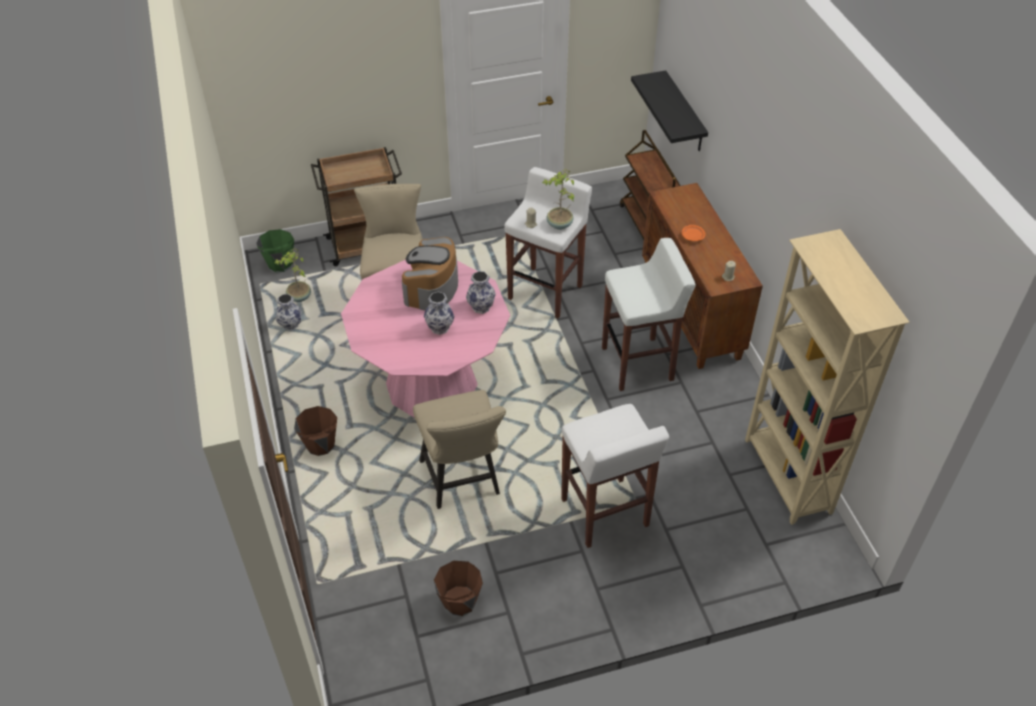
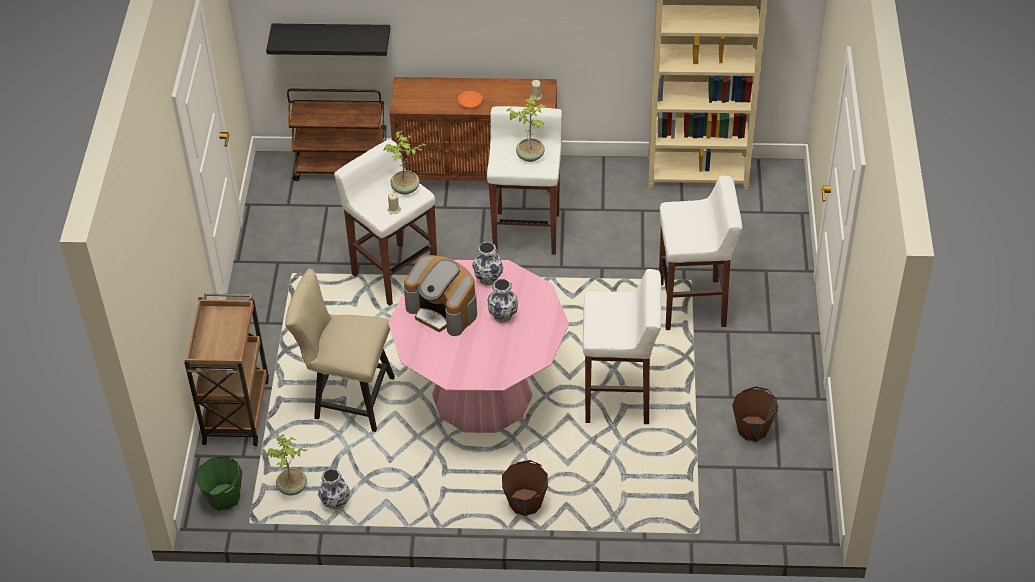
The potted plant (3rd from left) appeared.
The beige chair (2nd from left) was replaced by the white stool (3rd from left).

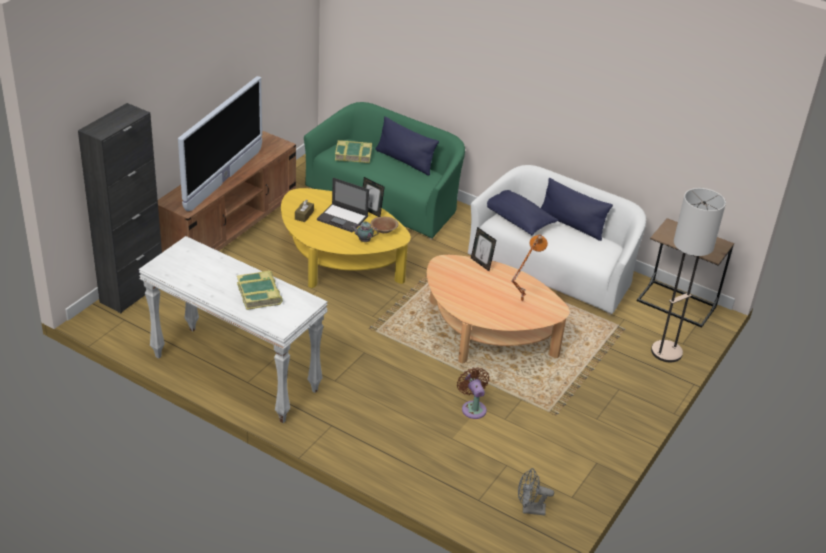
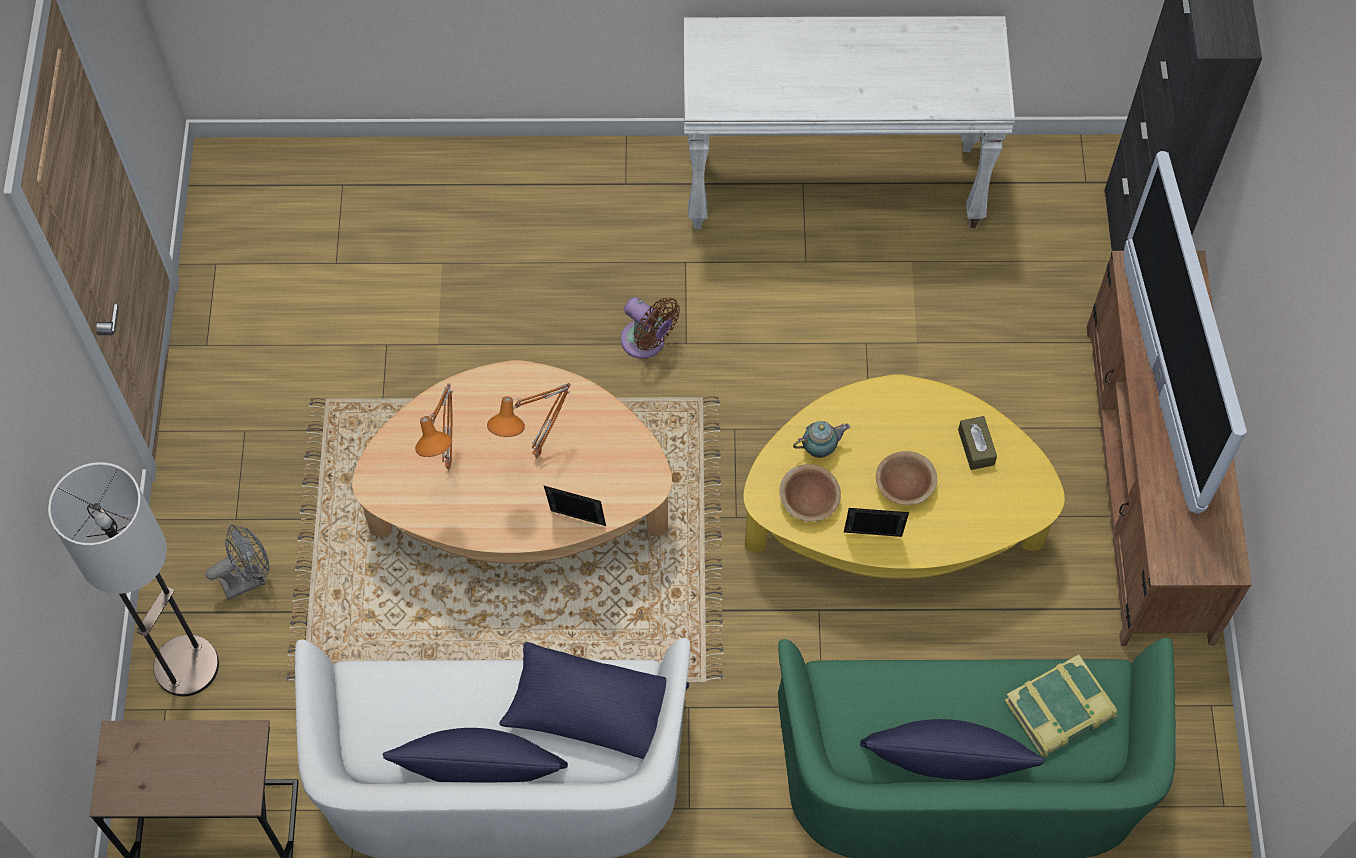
The book (1st from left) disappeared.
The orange table lamp (2nd from left) appeared.
The brown fan moved.
The grey fan moved.
The laptop was replaced by the brown bowl (2nd from left).

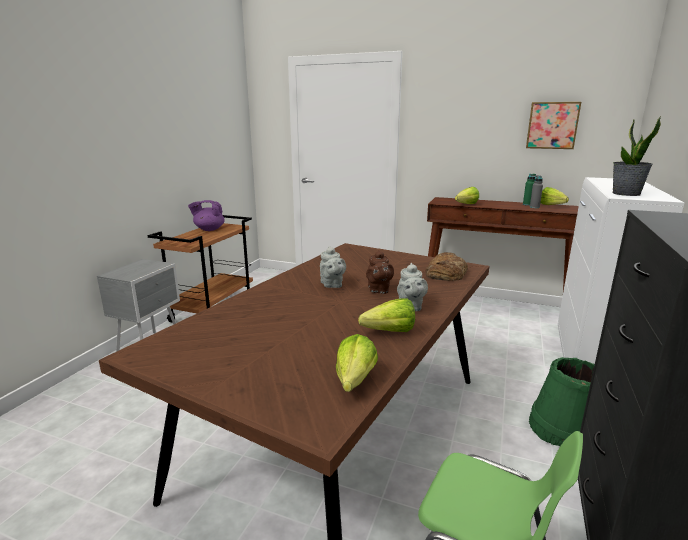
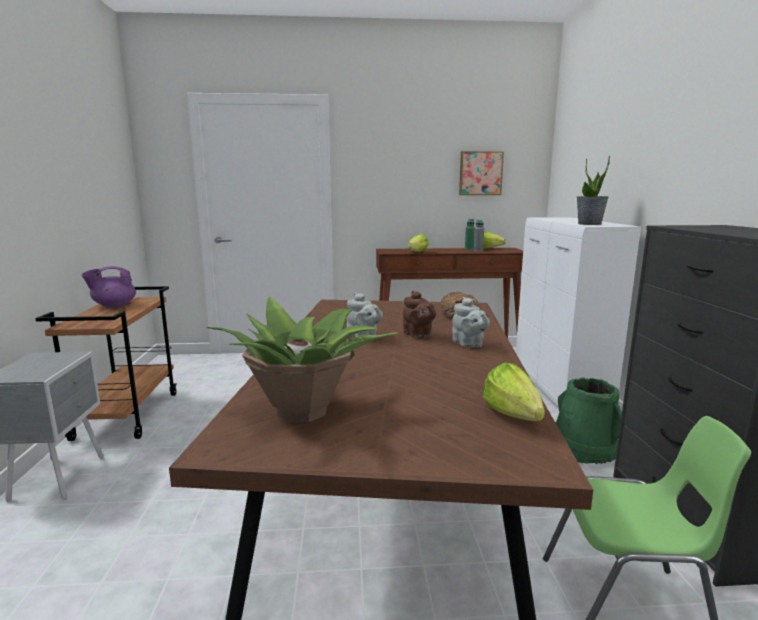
The lettuce (2nd from left) disappeared.
The potted plant (1st from left) appeared.

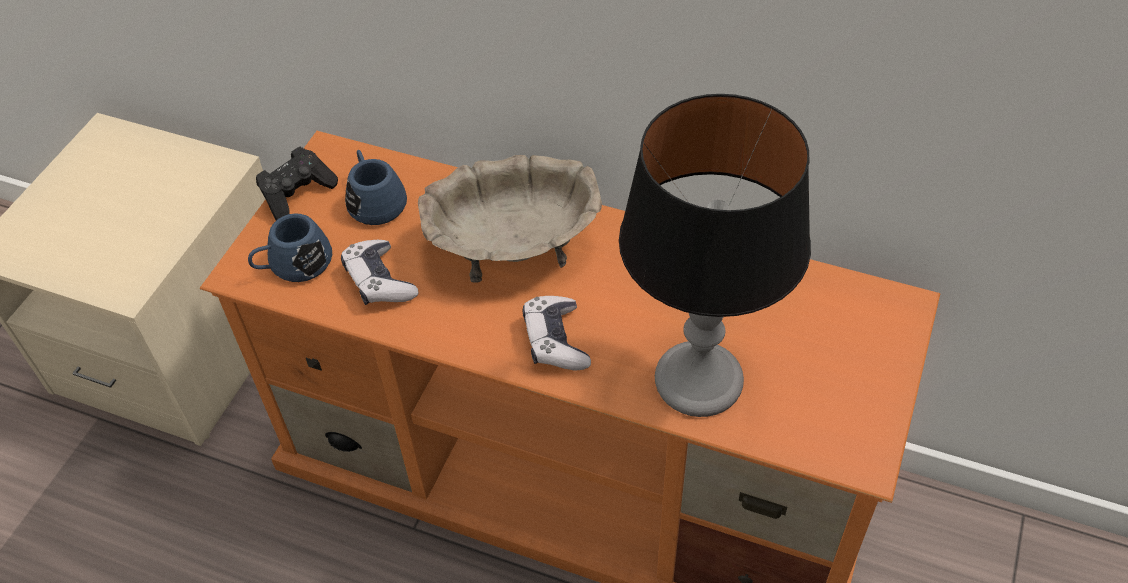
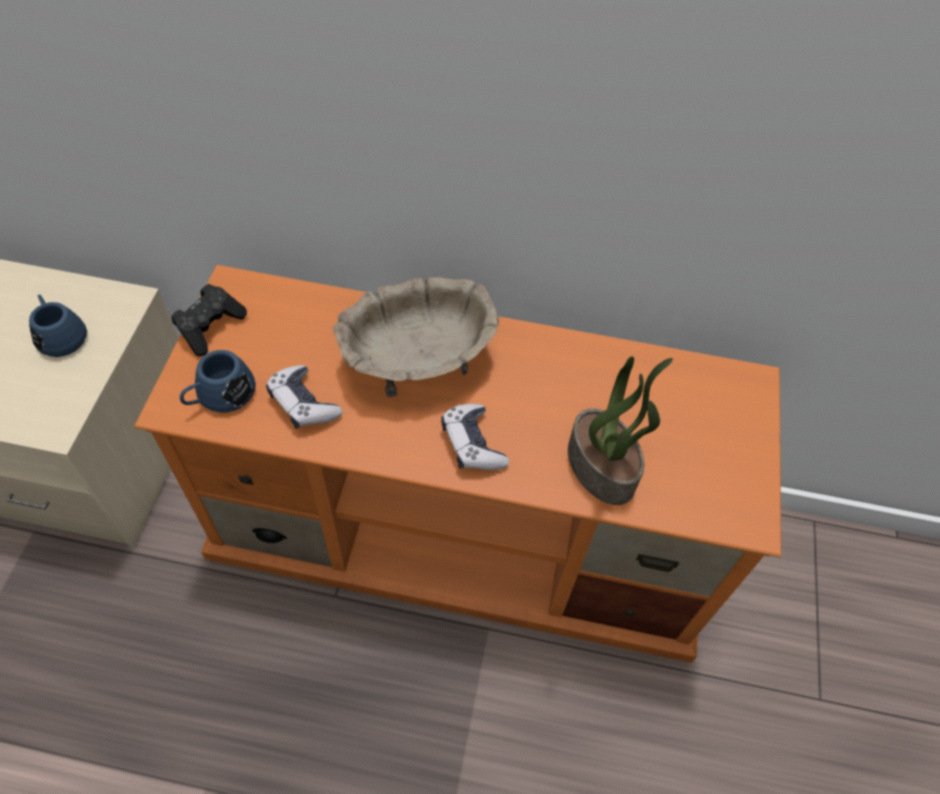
The blue mug (2nd from left in the first image) moved.
The table lamp was replaced by the potted plant.

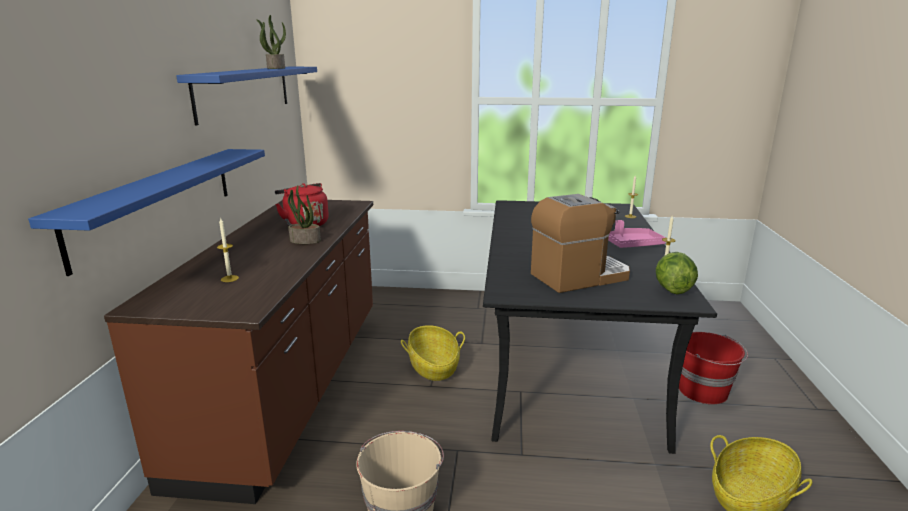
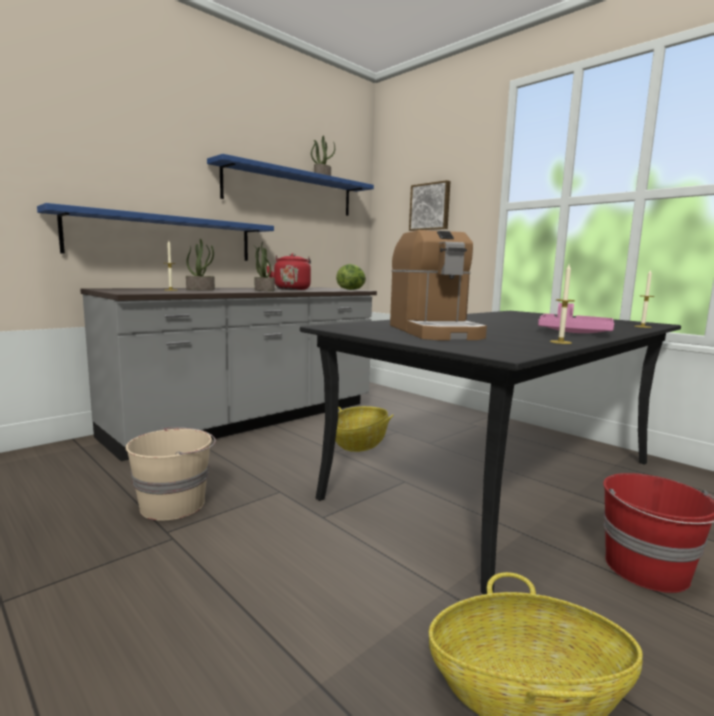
The potted plant (1st from left) appeared.
The picture appeared.
The lettuce moved.
The brown counter became the grey counter.
The coffee machine turned 60 degrees clockwise.

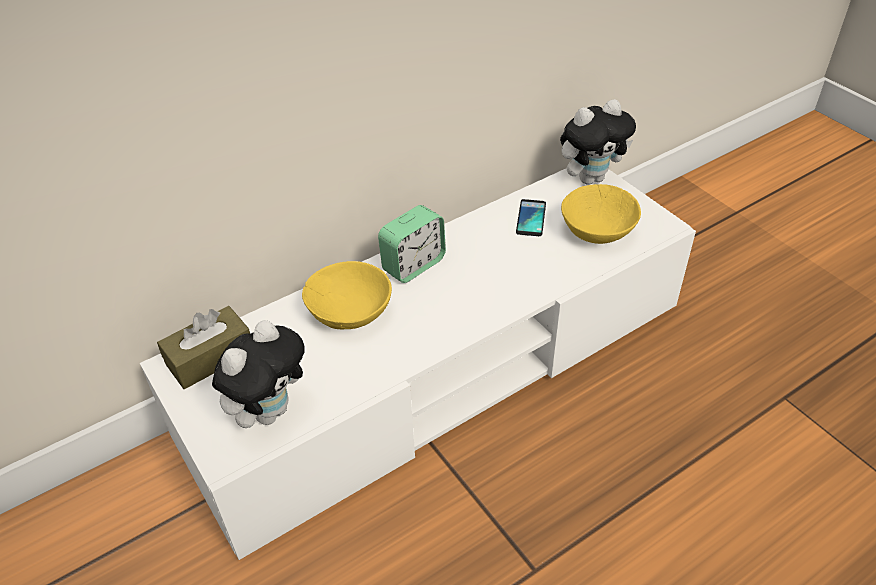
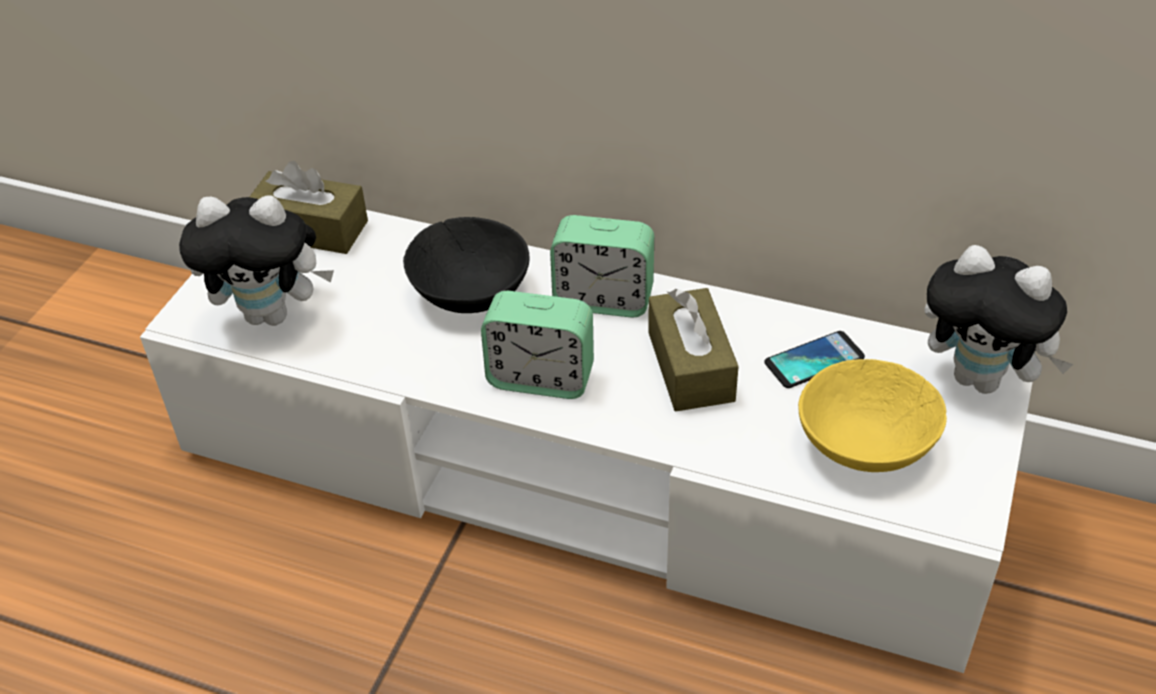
The alarm clock (1st from left) appeared.
The brown tissue box (2nd from left) appeared.
The yellow bowl (1st from left) became the black bowl.

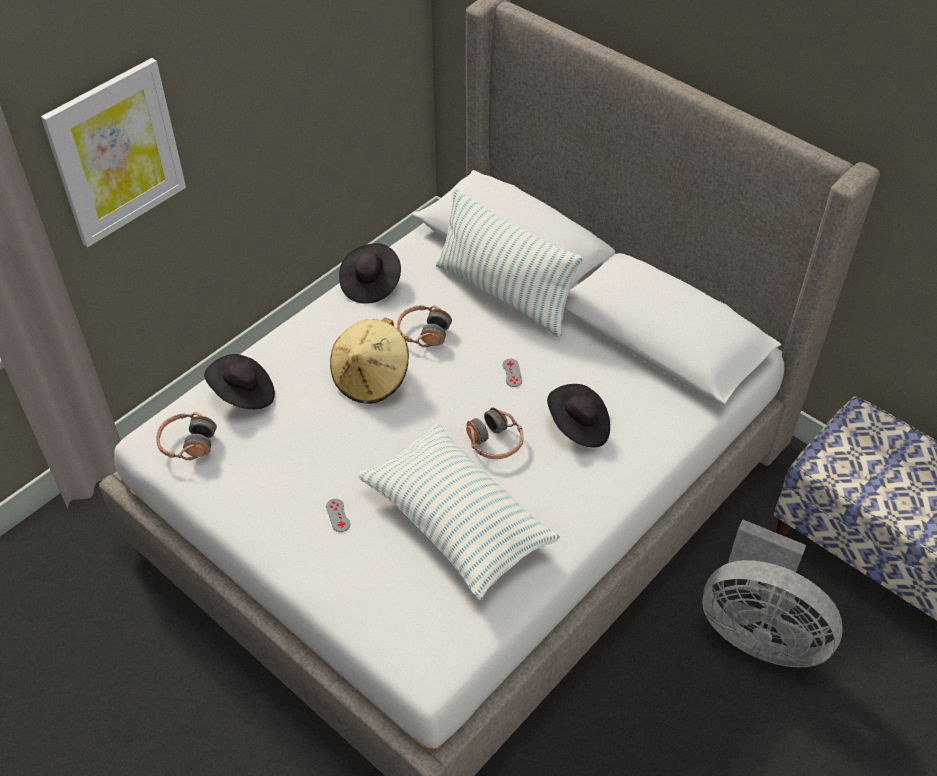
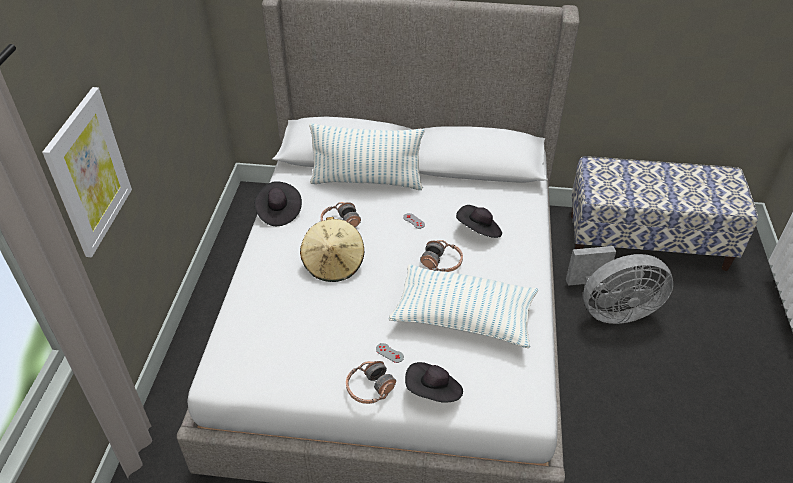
The headphones (1st from left in the first image) moved.
The black hat (1st from left in the first image) moved.

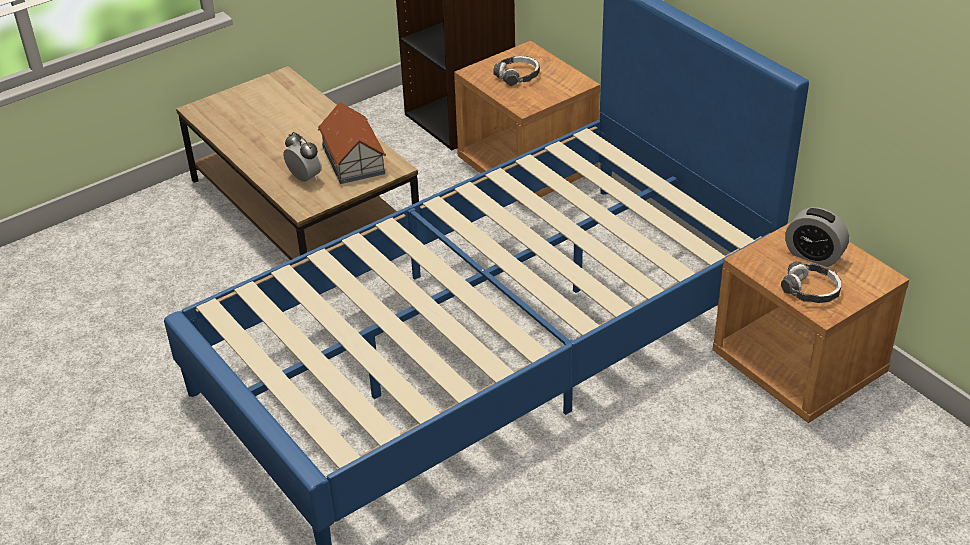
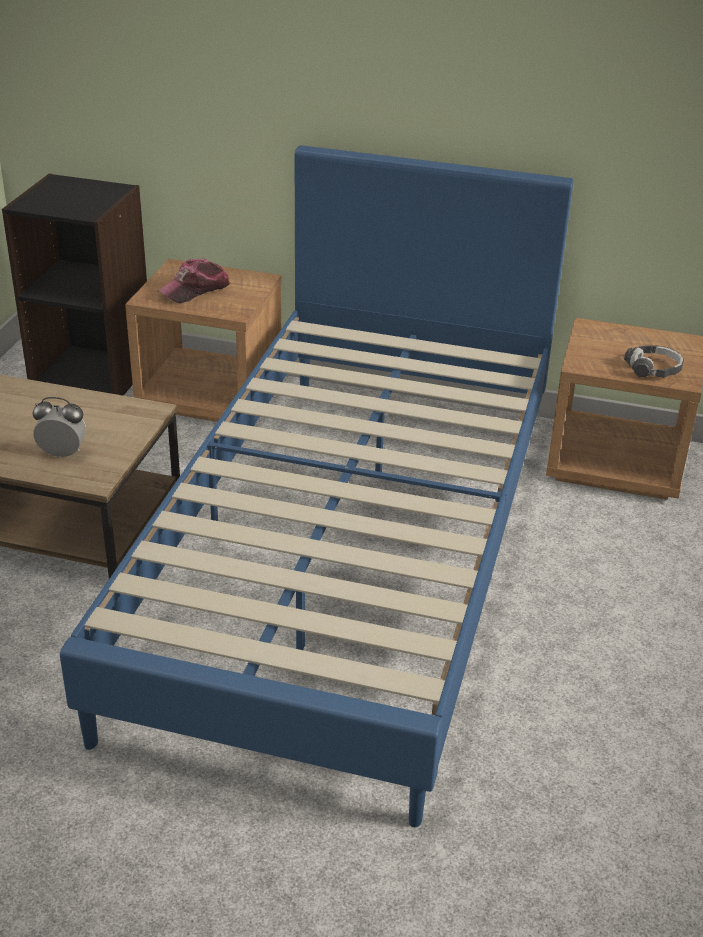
The toy house disappeared.
The alarm clock (2nd from left) disappeared.
The headphones (1st from left) was replaced by the cap.

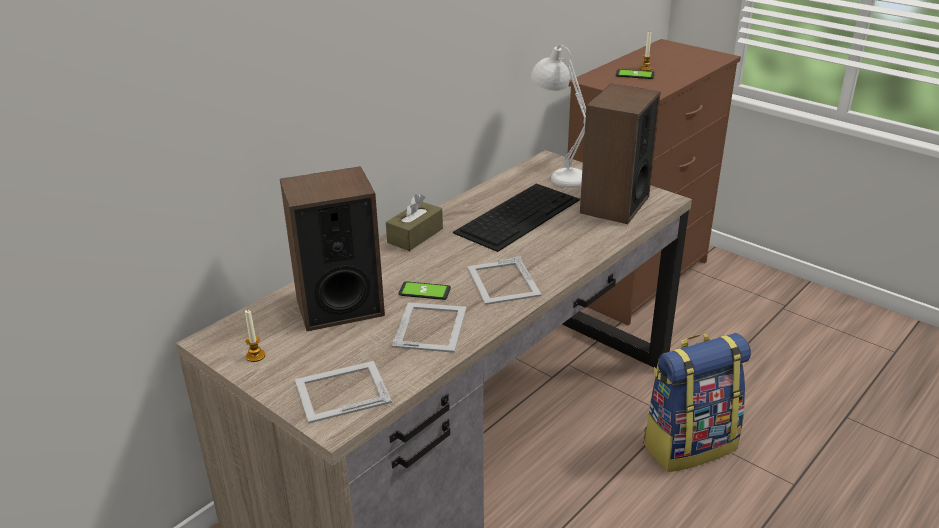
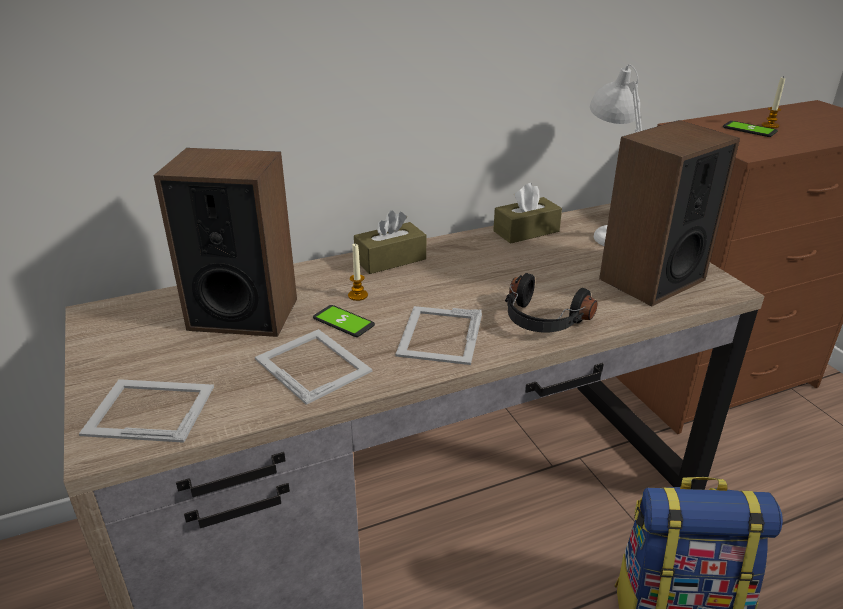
The keyboard disappeared.
The brown tissue box (2nd from left) appeared.
The black headphones appeared.
The candle (1st from left) moved.
The picture frame (2nd from left) turned 75 degrees counterclockwise.

